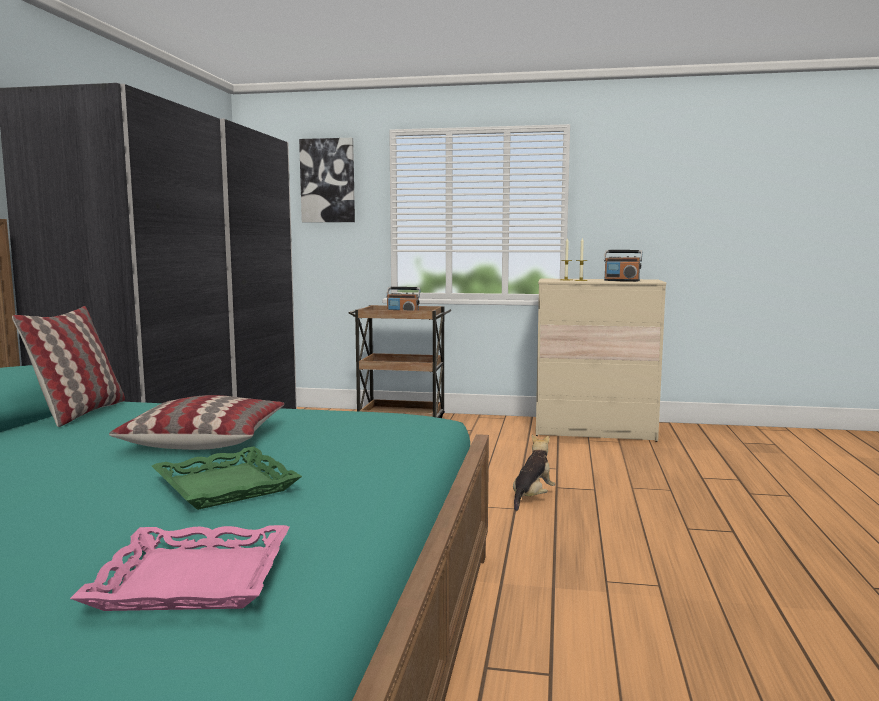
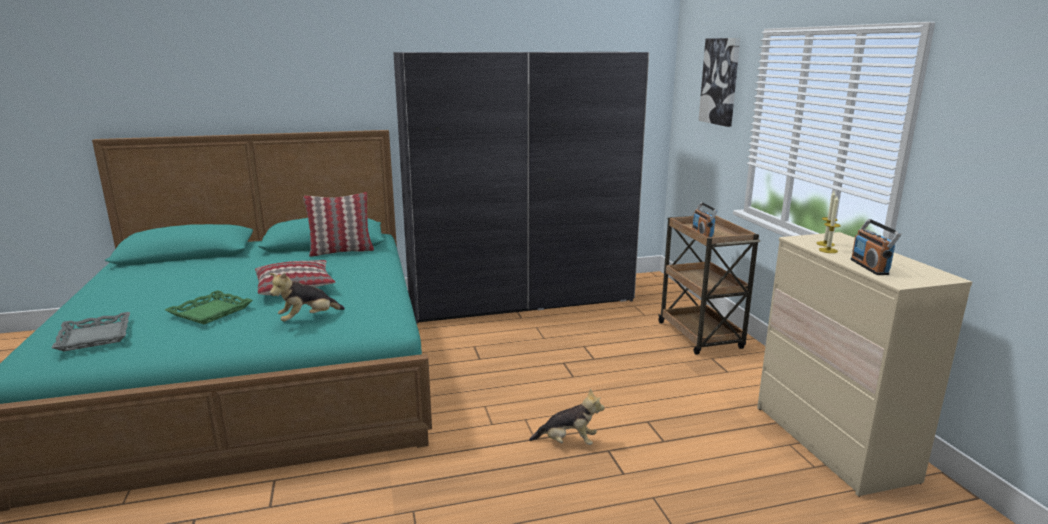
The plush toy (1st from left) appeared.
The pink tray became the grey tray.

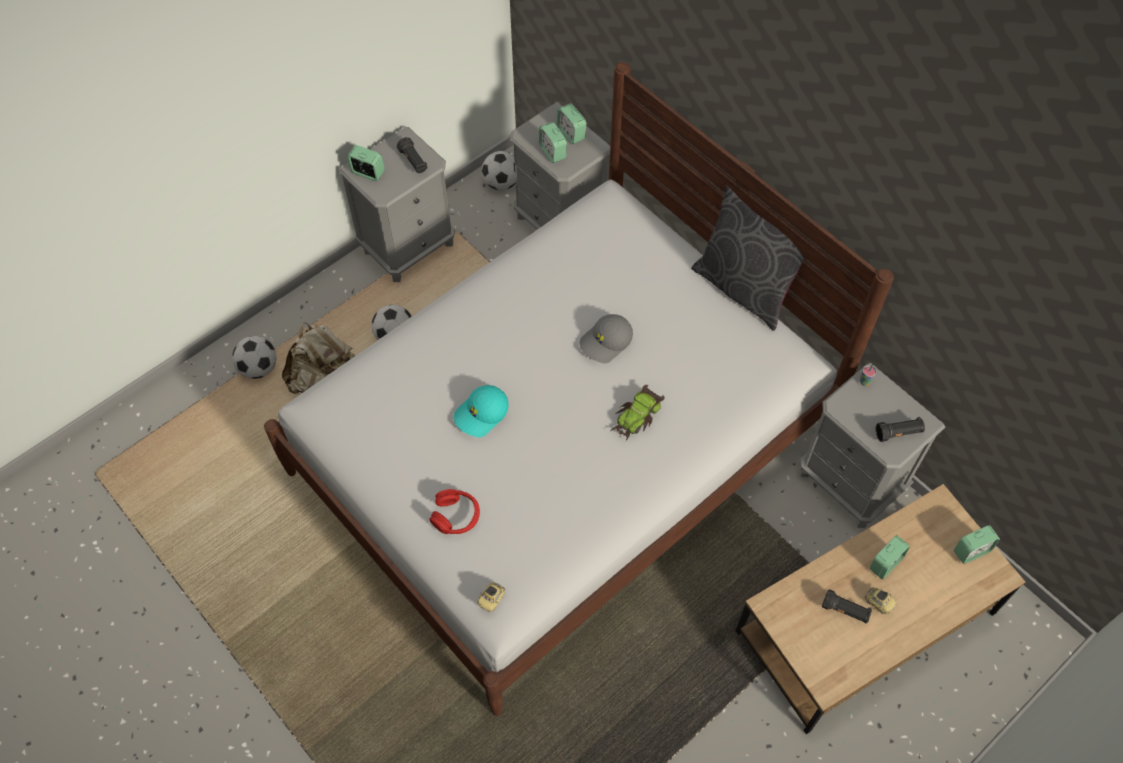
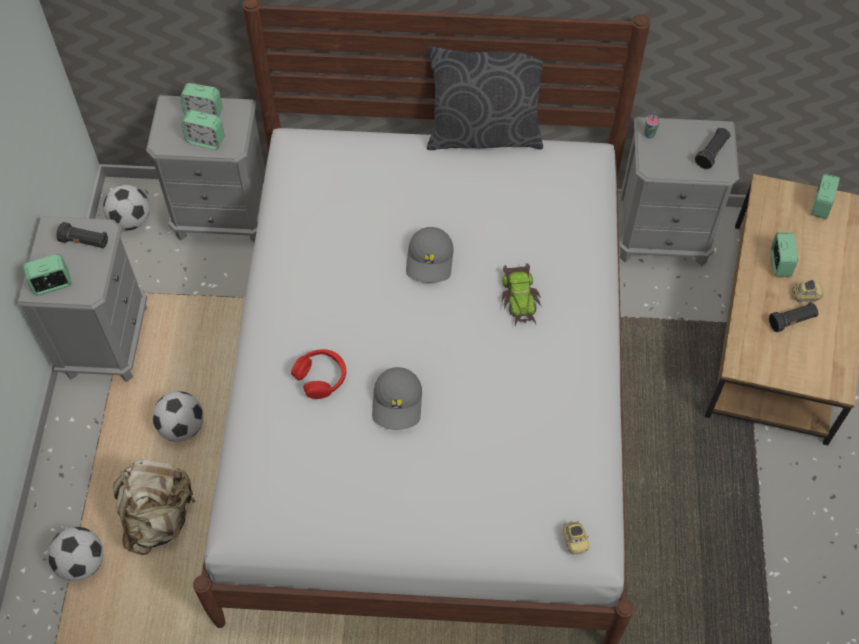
The red headphones moved.
The turquoise cap became the grey cap (1st from left).

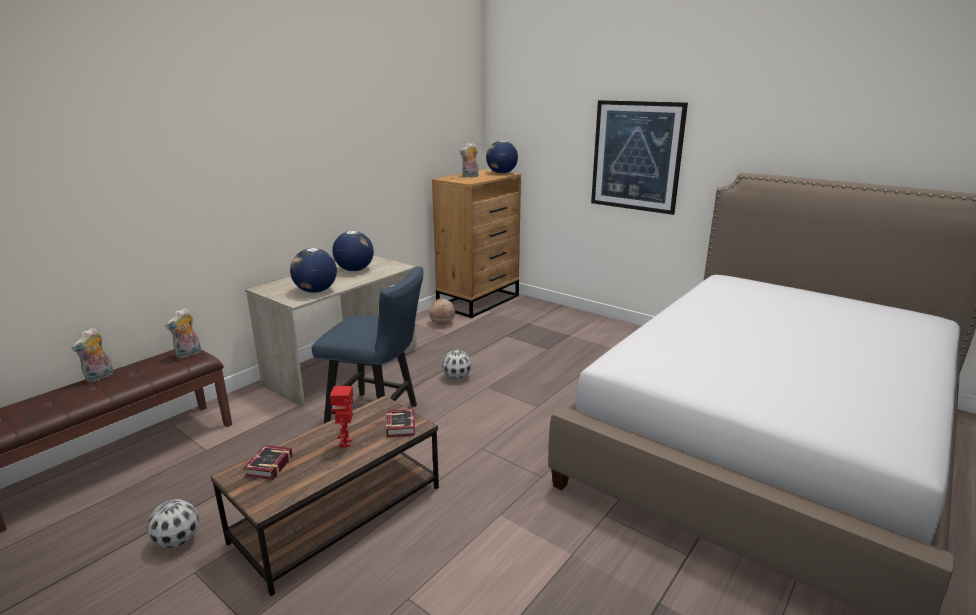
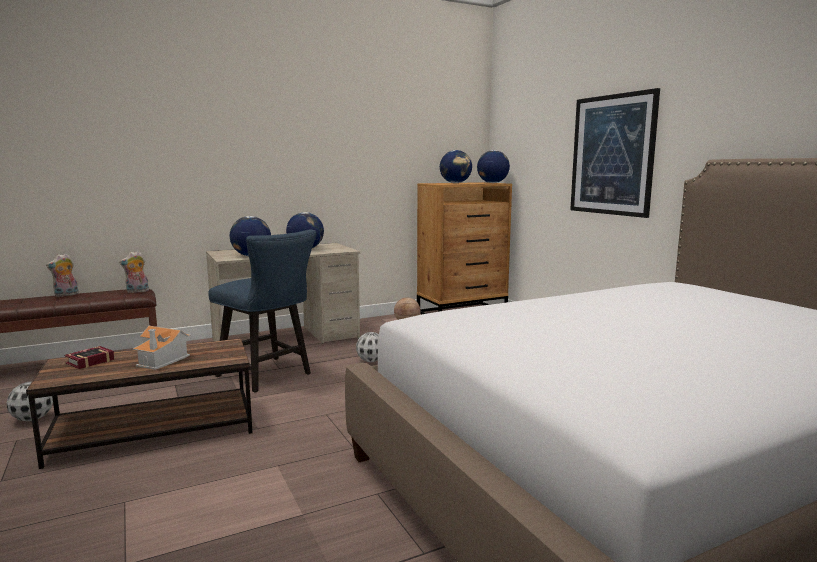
The book (2nd from left) disappeared.
The toy robot was replaced by the toy house.
The plush toy (3rd from left) was replaced by the globe (3rd from left).

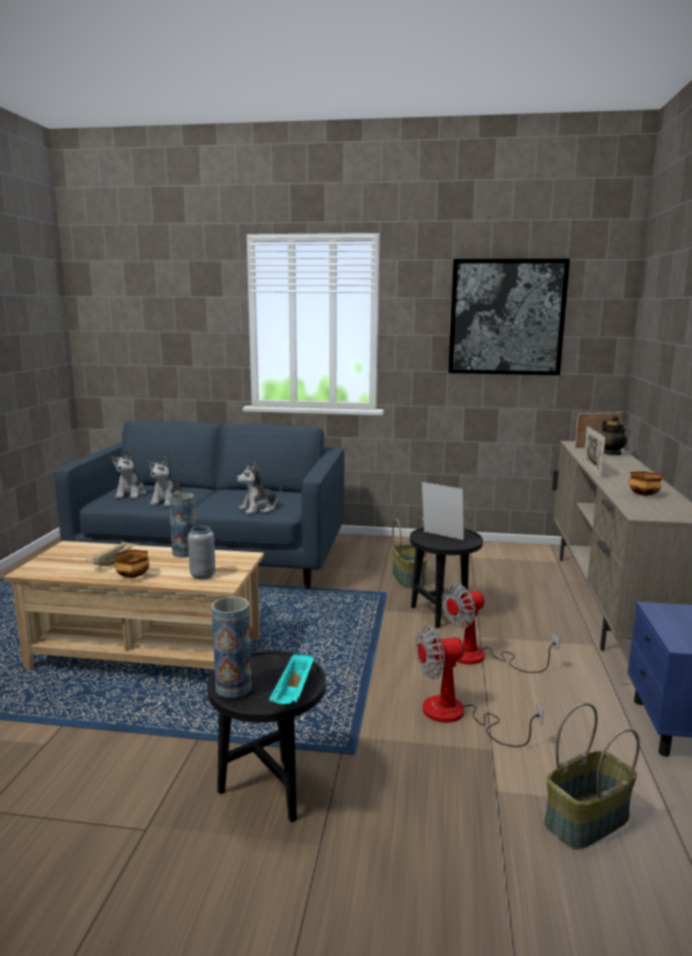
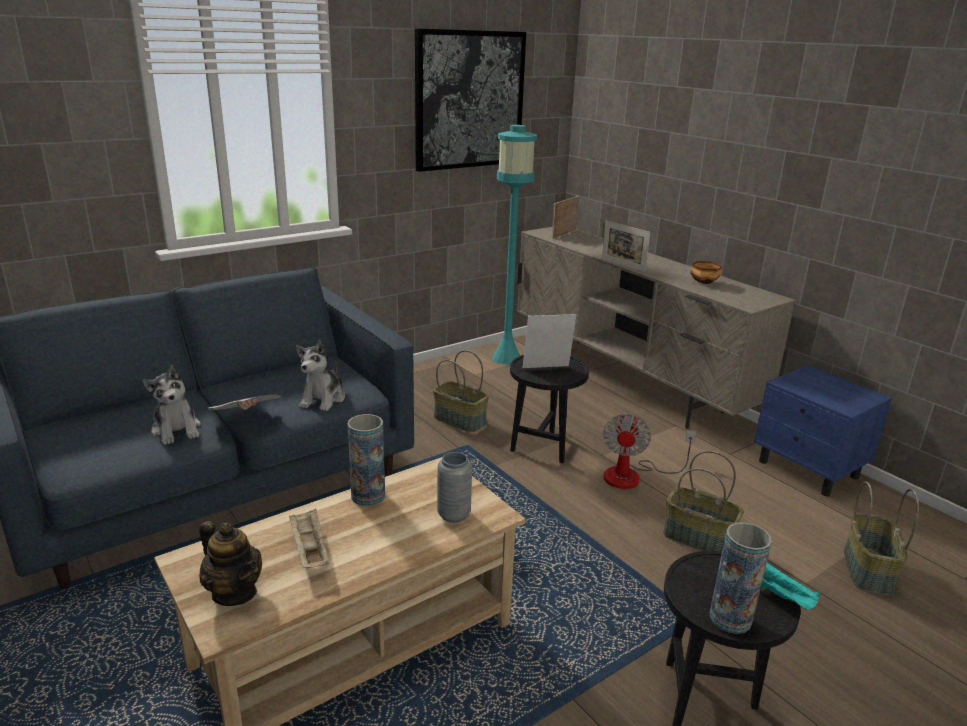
The plush toy (1st from left) disappeared.
The bowl (1st from left) disappeared.
The newspaper appeared.
The turquoise floor lamp appeared.
The teapot moved.
The fan (1st from left) was replaced by the basket (2nd from left).

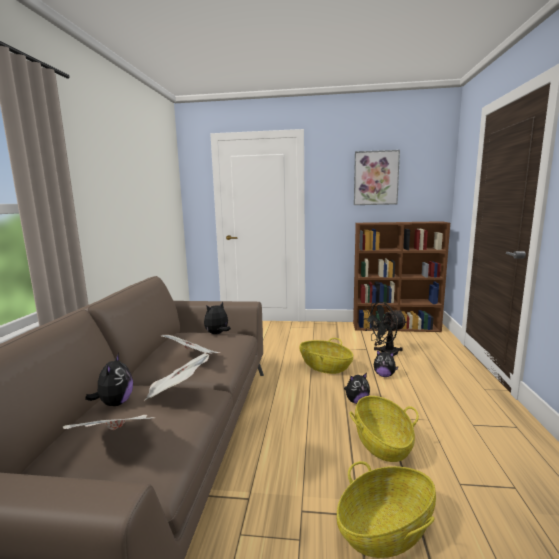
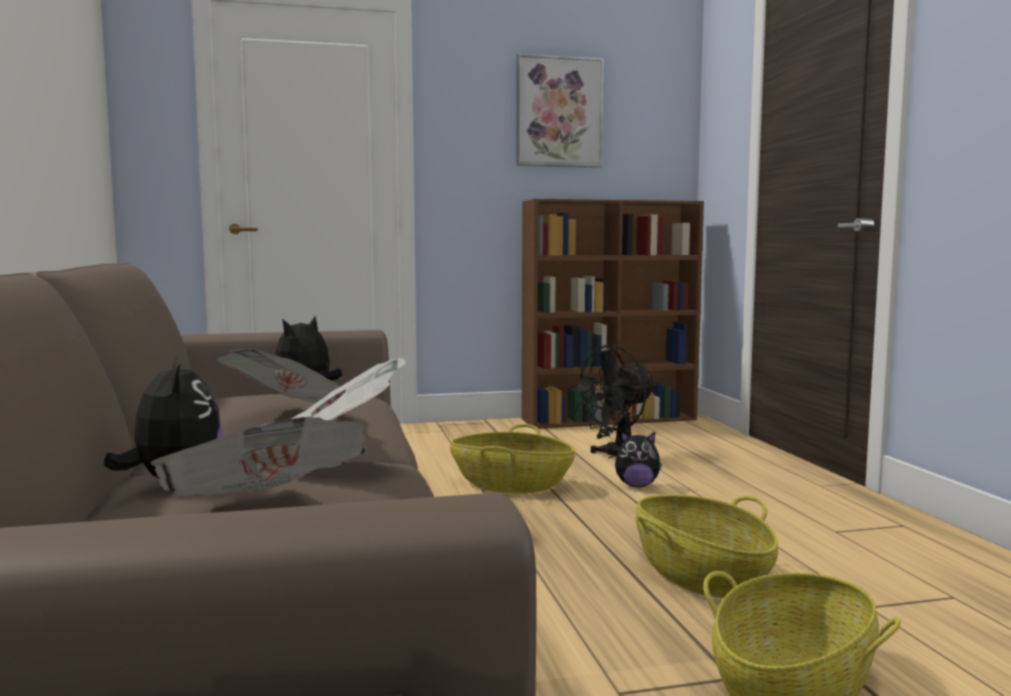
The plush toy (3rd from left) disappeared.

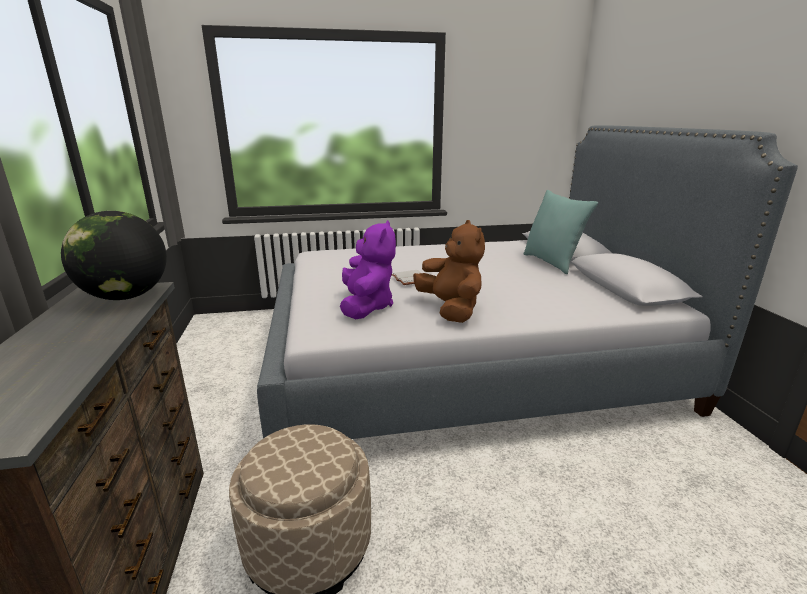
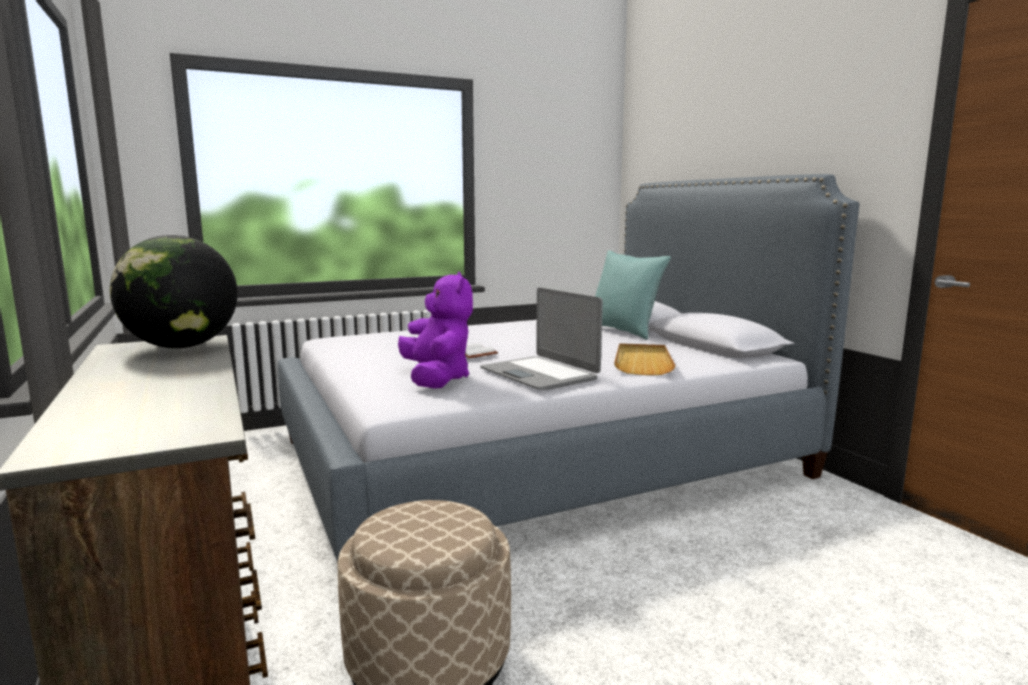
The beige tray appeared.
The brown plush toy was replaced by the laptop.

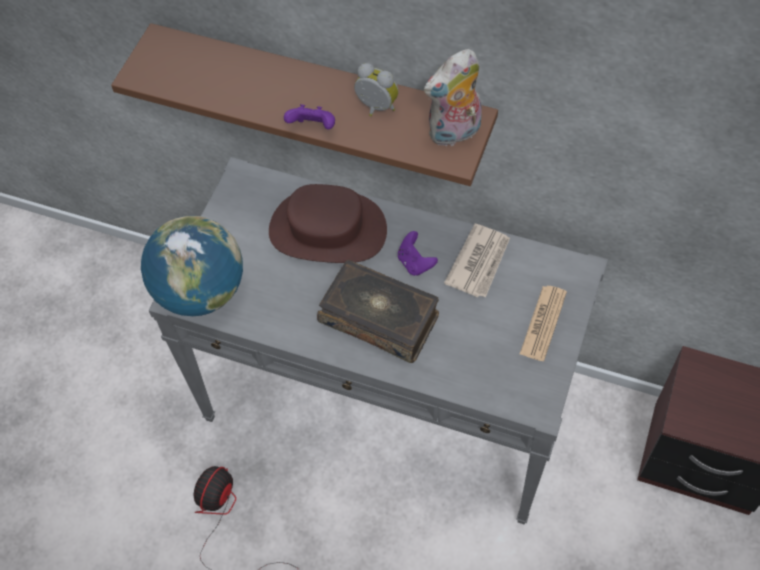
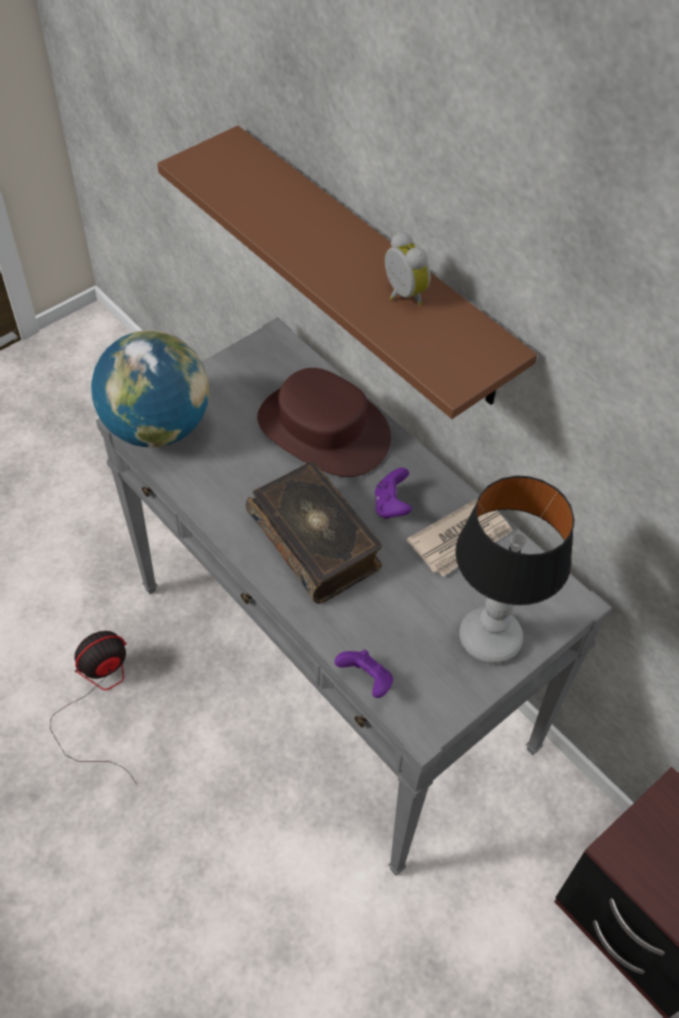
The plush toy disappeared.
The purple game controller (1st from left) moved.
The newspaper (2nd from left) was replaced by the table lamp.

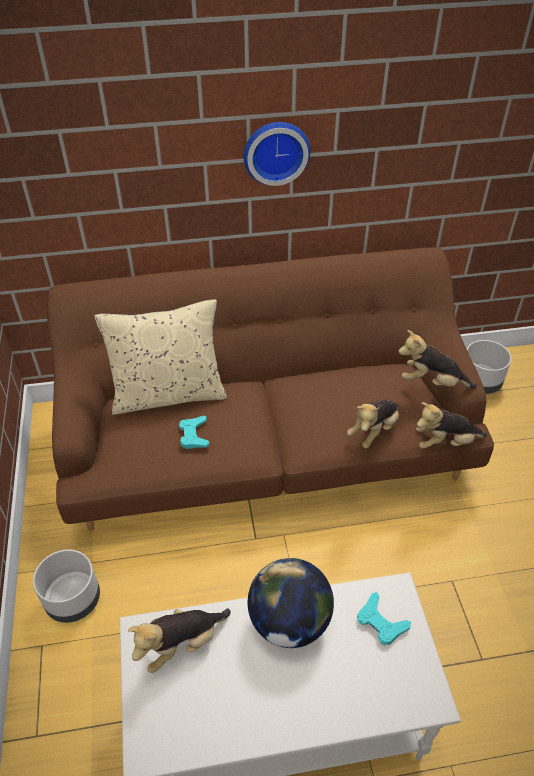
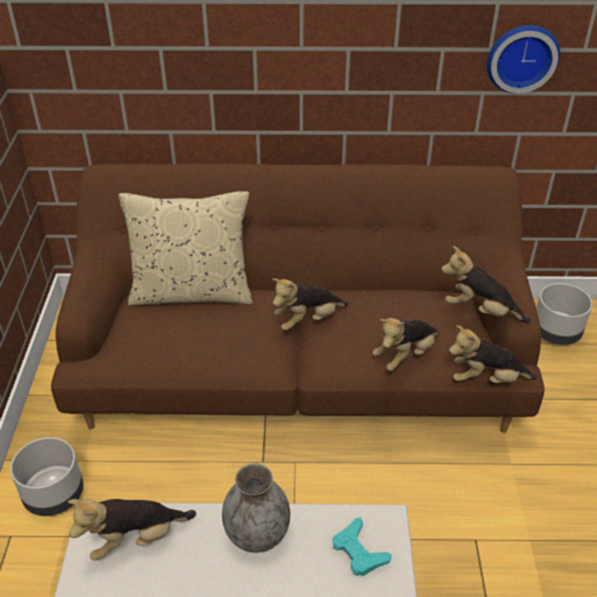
The turquoise game controller (1st from left) disappeared.
The plush toy (2nd from left) appeared.
The wall clock moved.
The globe was replaced by the grey vase.

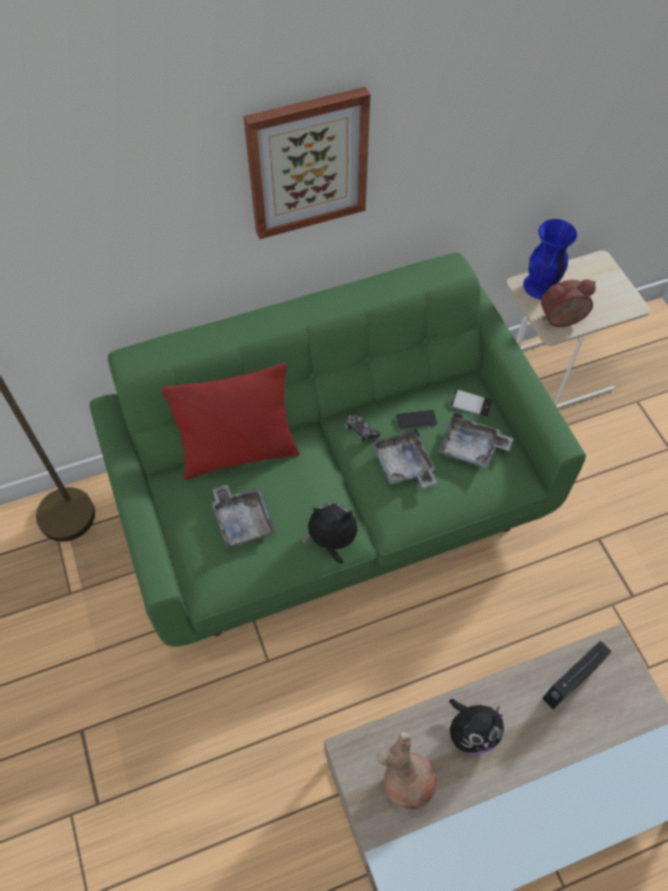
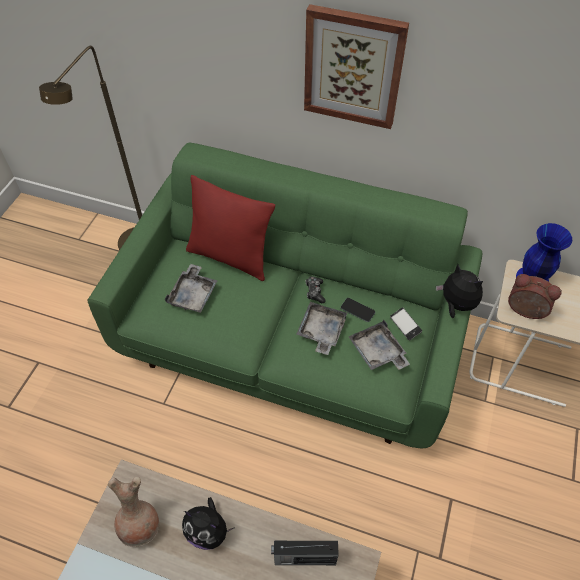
The plush toy (1st from left in the first image) moved.

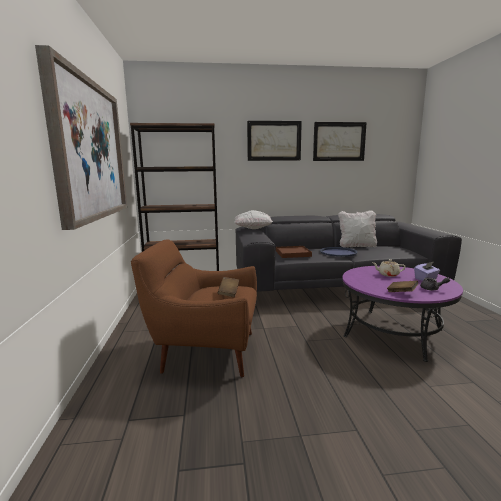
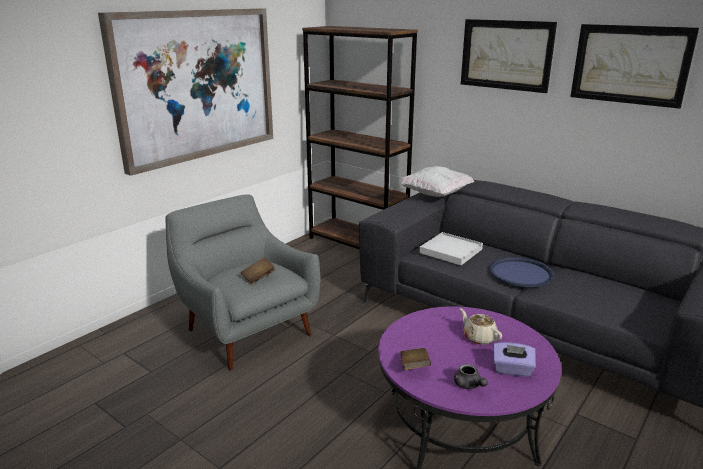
The white pillow (2nd from left) disappeared.
The brown armchair became the grey armchair.
The brown tray became the white tray.

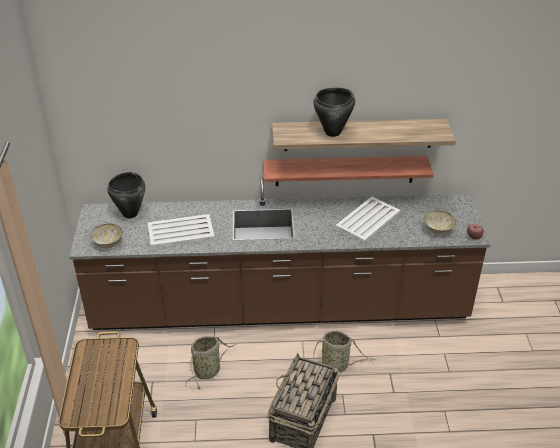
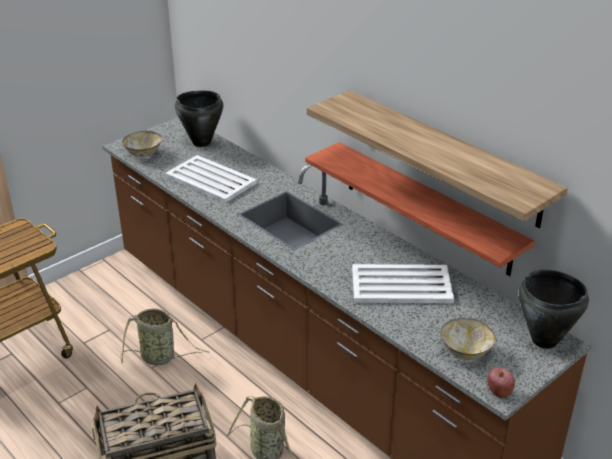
The black cooking pot (2nd from left) moved.

